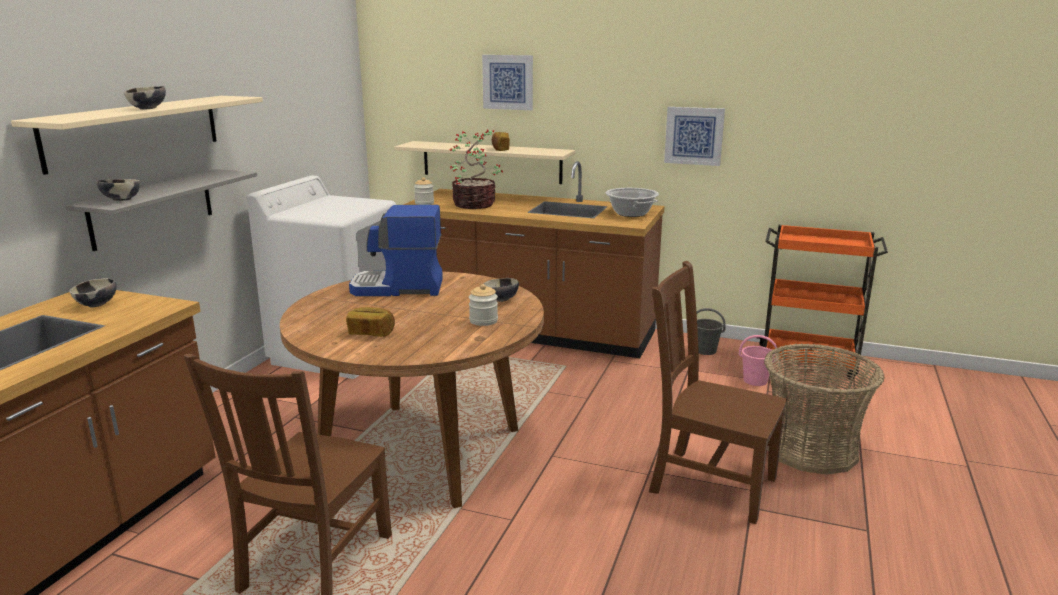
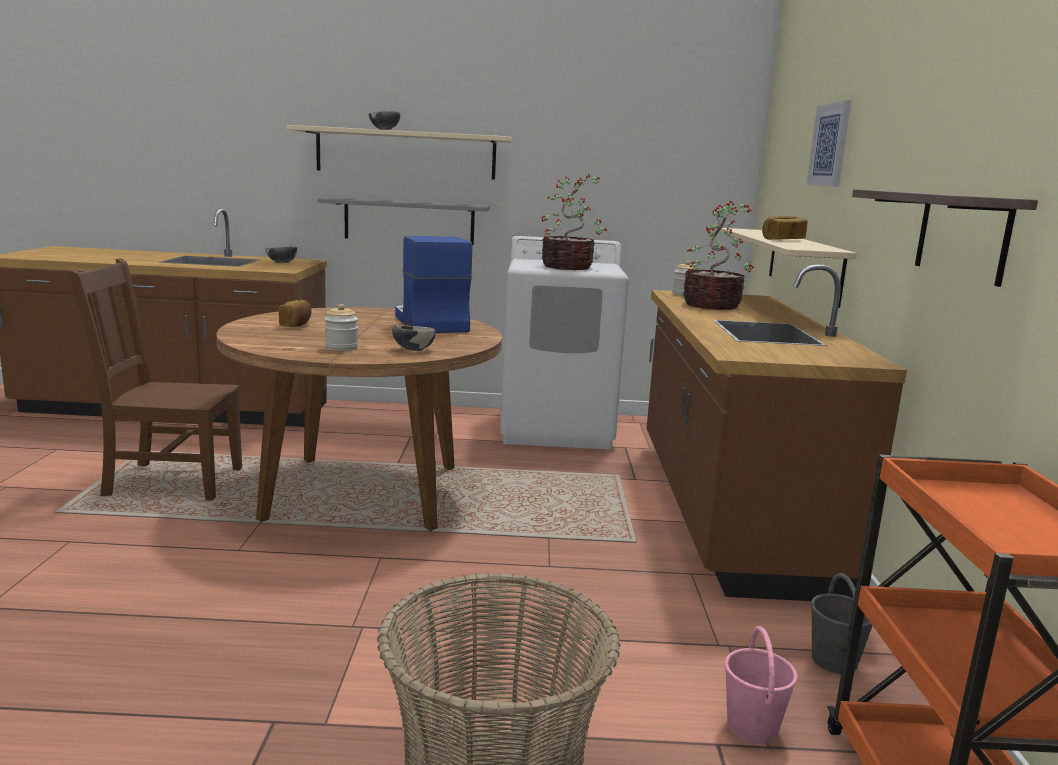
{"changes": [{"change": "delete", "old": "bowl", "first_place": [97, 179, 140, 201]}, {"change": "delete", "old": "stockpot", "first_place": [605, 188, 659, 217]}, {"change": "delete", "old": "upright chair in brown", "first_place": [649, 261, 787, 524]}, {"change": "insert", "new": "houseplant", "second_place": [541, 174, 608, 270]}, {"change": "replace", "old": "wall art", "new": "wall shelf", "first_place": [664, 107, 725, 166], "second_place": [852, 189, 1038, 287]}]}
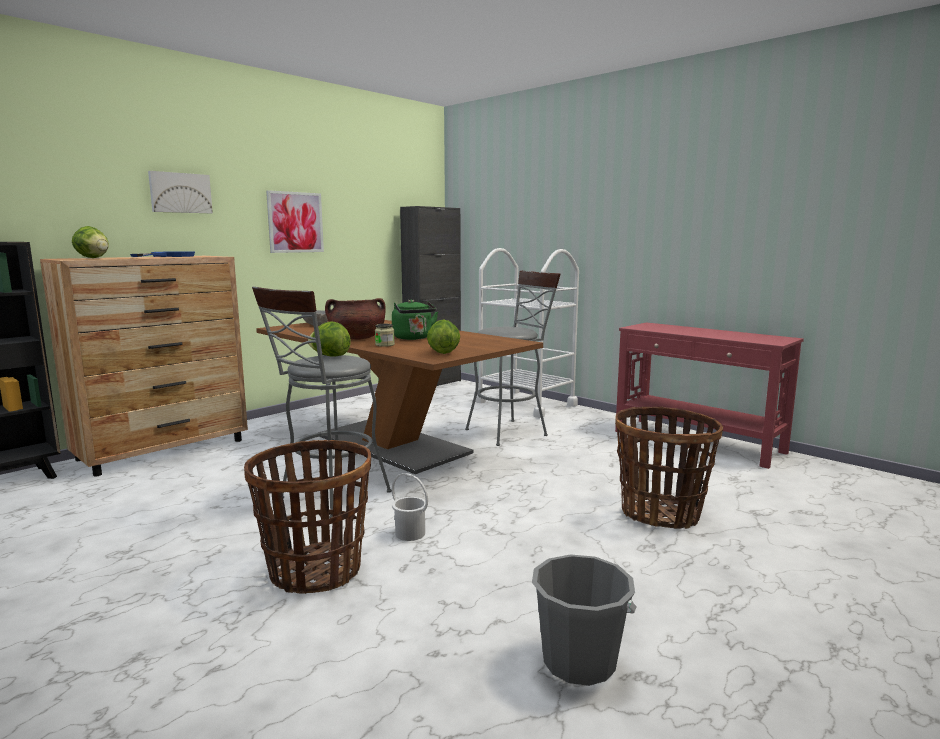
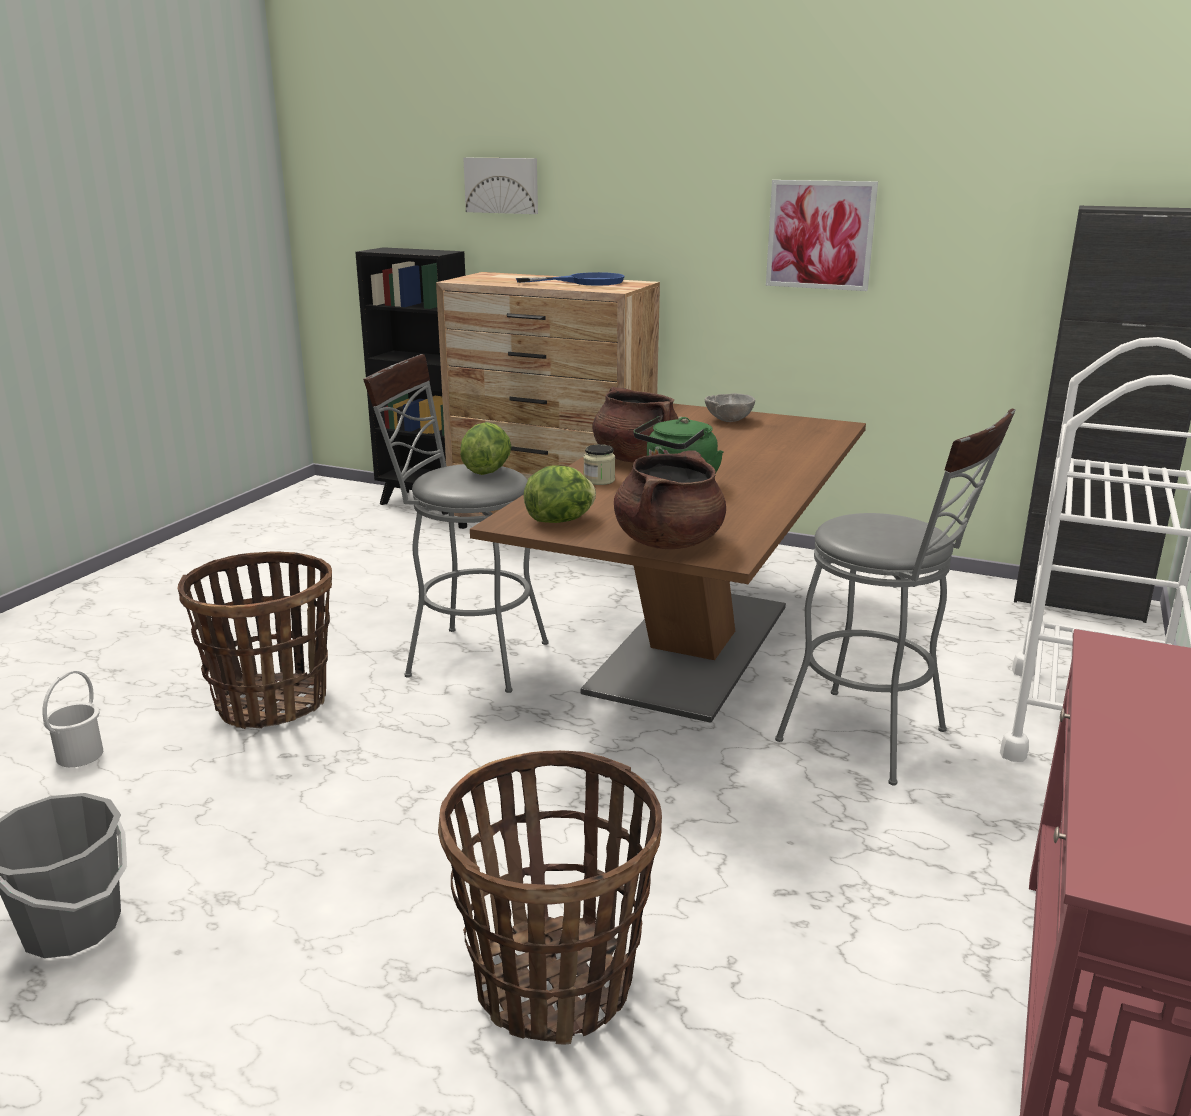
{"changes": [{"change": "delete", "old": "head of lettuce", "first_place": [72, 226, 109, 258]}, {"change": "insert", "new": "stockpot in brown", "second_place": [614, 450, 726, 549]}, {"change": "move", "old": "wall art", "first_place": [148, 171, 213, 213], "second_place": [463, 158, 538, 214]}, {"change": "move", "old": "pail in whitish", "first_place": [392, 473, 428, 541], "second_place": [42, 671, 103, 767]}]}
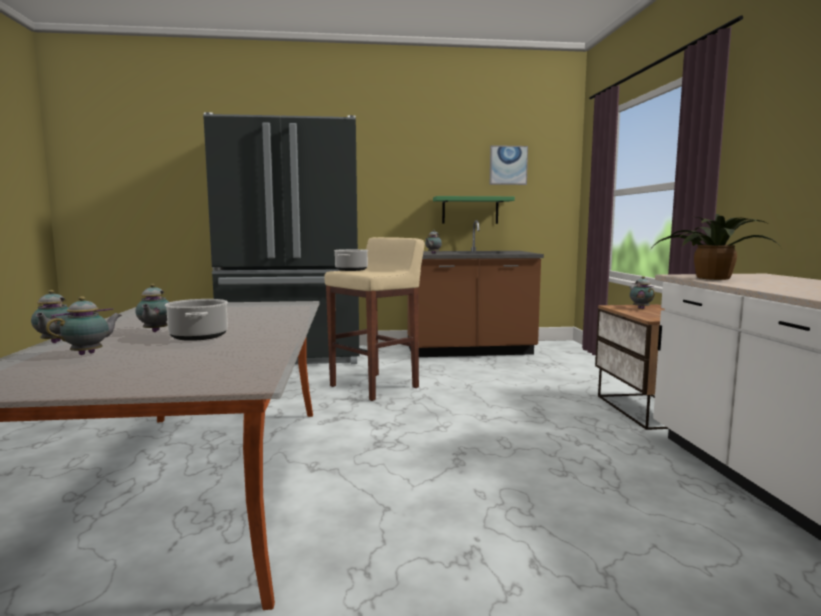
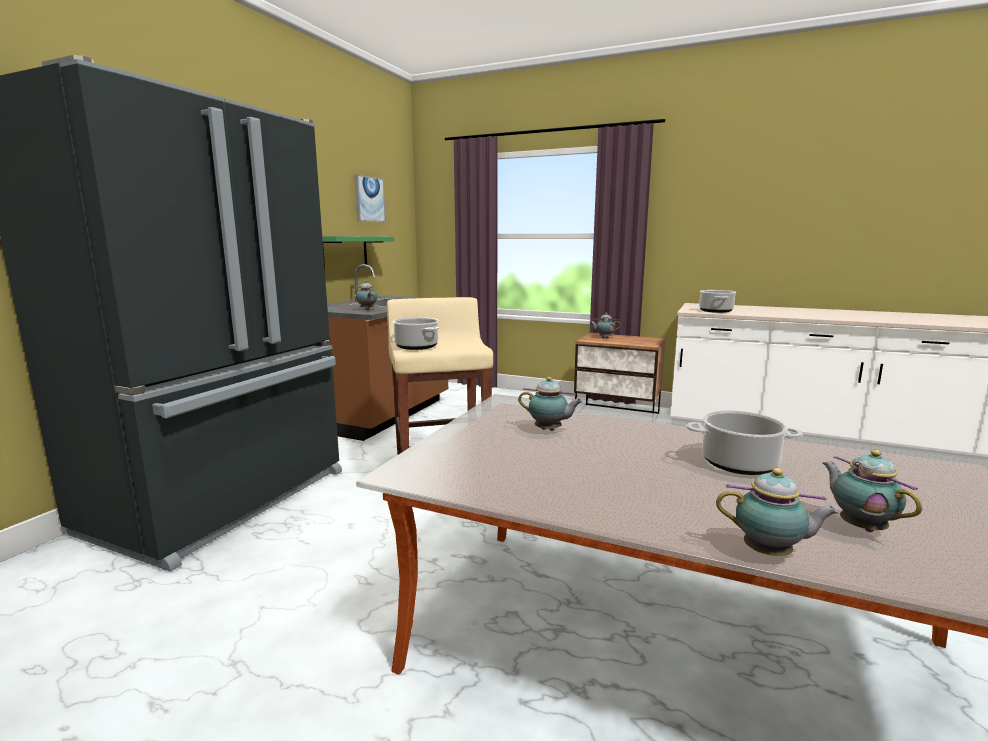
{"changes": [{"change": "move", "old": "teapot", "first_place": [136, 284, 169, 332], "second_place": [518, 377, 583, 431]}, {"change": "replace", "old": "houseplant", "new": "stockpot", "first_place": [650, 214, 781, 280], "second_place": [699, 290, 736, 313]}]}
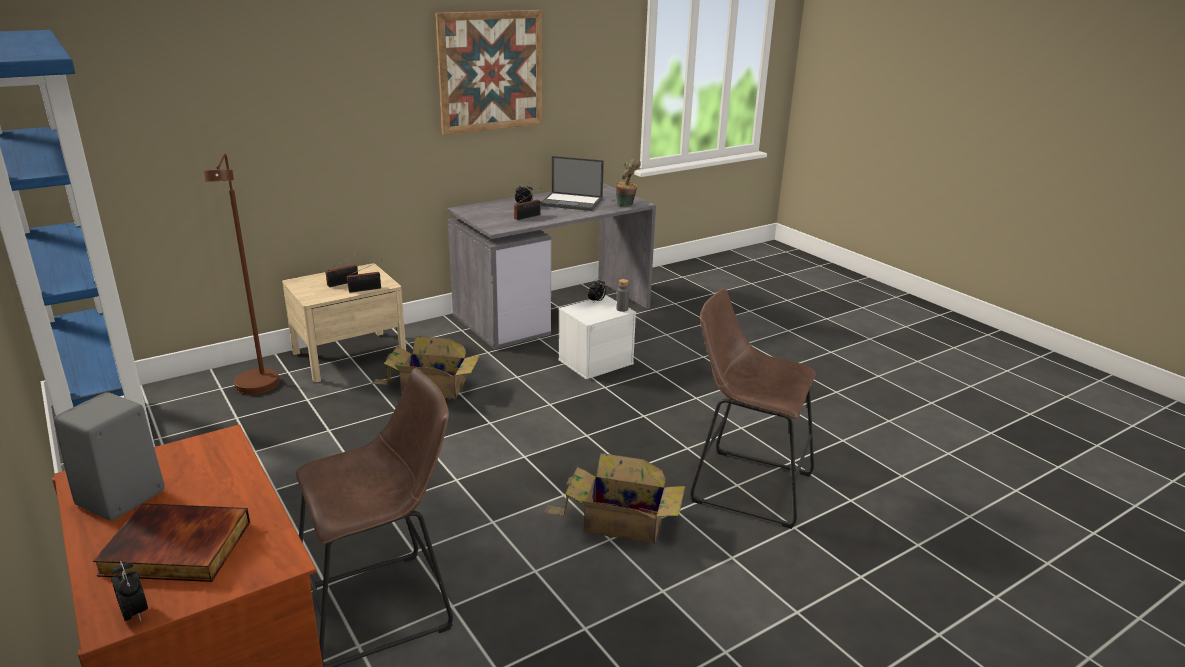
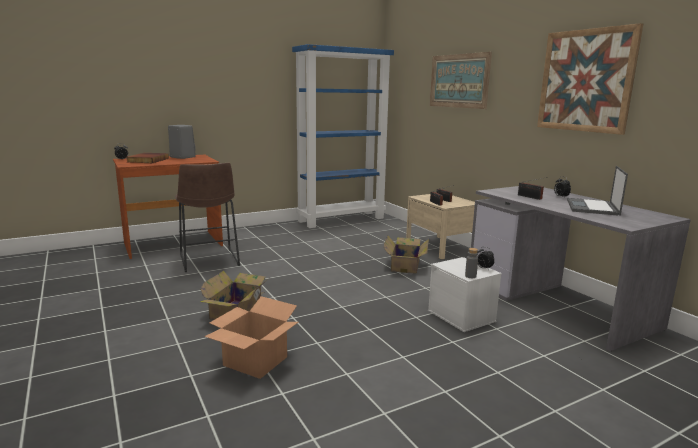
{"changes": [{"change": "delete", "old": "floor lamp in brown", "first_place": [204, 153, 279, 395]}, {"change": "delete", "old": "houseplant", "first_place": [616, 159, 641, 207]}, {"change": "insert", "new": "wall art", "second_place": [430, 52, 492, 109]}, {"change": "replace", "old": "stool in brown", "new": "carton", "first_place": [691, 288, 816, 529], "second_place": [205, 296, 298, 379]}]}
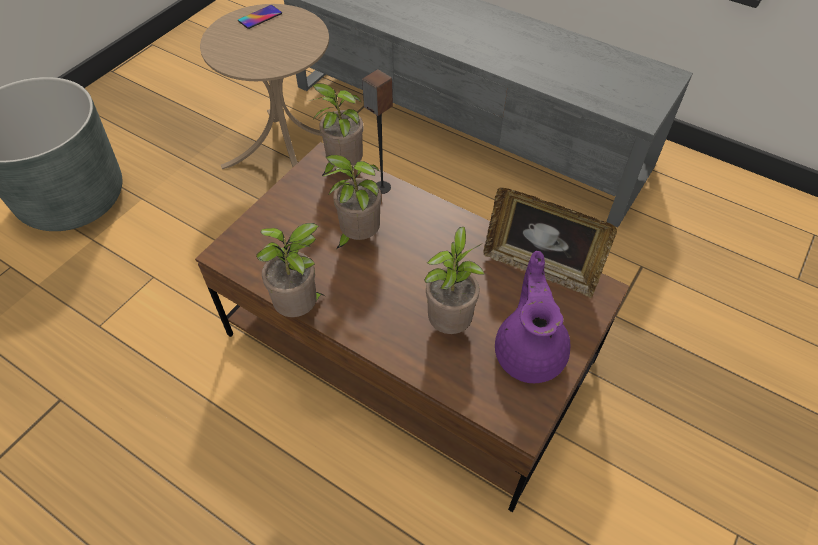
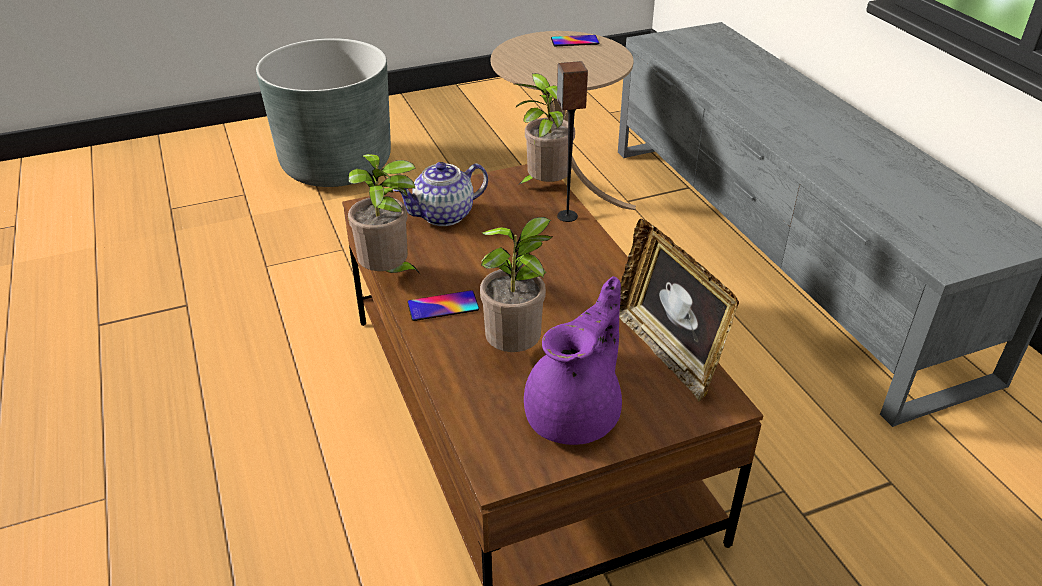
{"changes": [{"change": "delete", "old": "houseplant", "first_place": [322, 155, 382, 249]}, {"change": "insert", "new": "teapot", "second_place": [393, 162, 488, 226]}, {"change": "insert", "new": "phone", "second_place": [407, 290, 479, 321]}]}
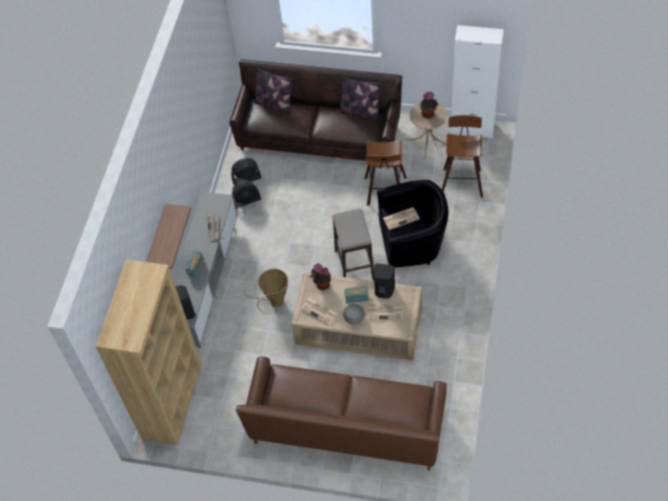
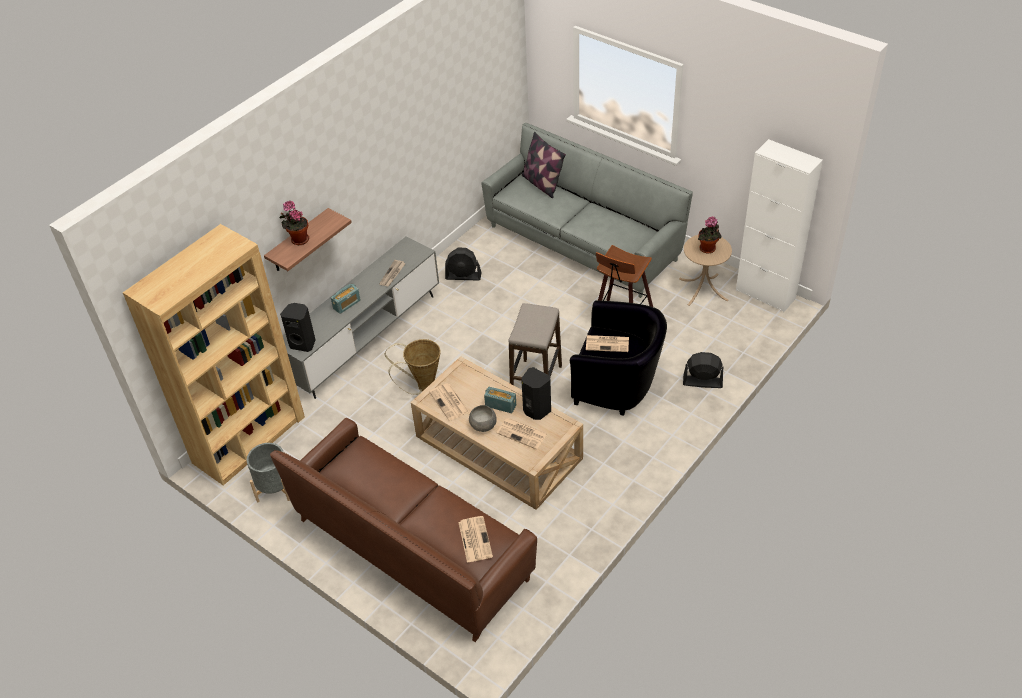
{"changes": [{"change": "delete", "old": "pillow", "first_place": [339, 76, 381, 119]}, {"change": "delete", "old": "stool", "first_place": [442, 115, 483, 197]}, {"change": "insert", "new": "plant pot in gray", "second_place": [247, 443, 290, 502]}, {"change": "insert", "new": "newspaper", "second_place": [458, 516, 493, 563]}, {"change": "move", "old": "cooling fan in black", "first_place": [231, 158, 262, 185], "second_place": [683, 352, 724, 388]}, {"change": "move", "old": "houseplant", "first_place": [310, 263, 331, 290], "second_place": [280, 201, 309, 245]}, {"change": "recolor", "old": "settee in brown", "new": "settee in gray", "first_place": [229, 59, 402, 161], "second_place": [481, 123, 693, 298]}]}
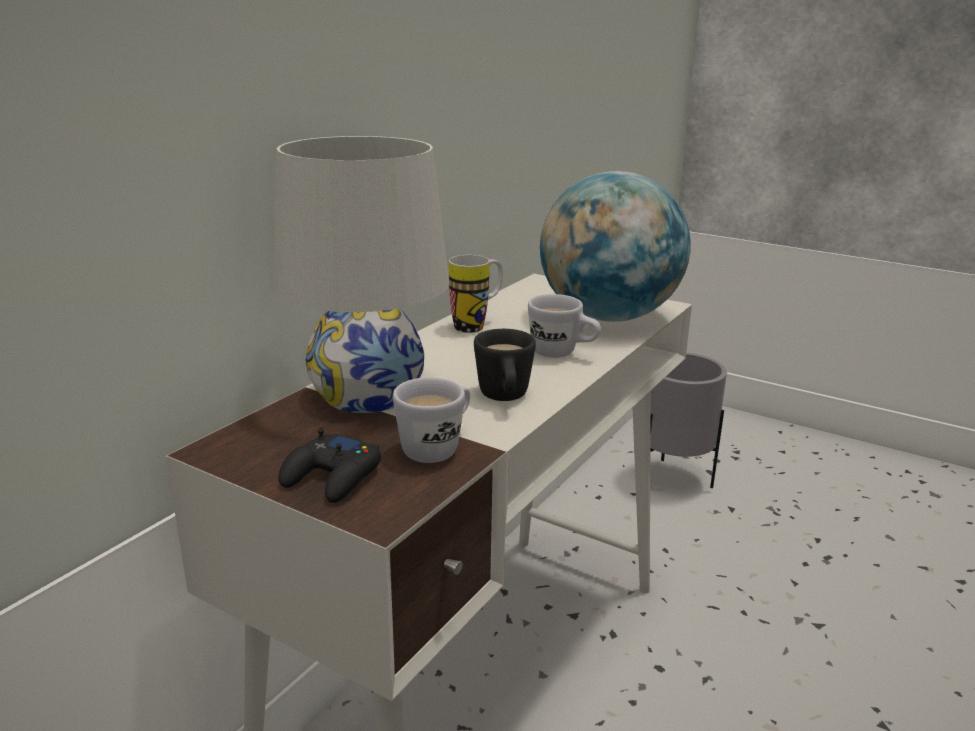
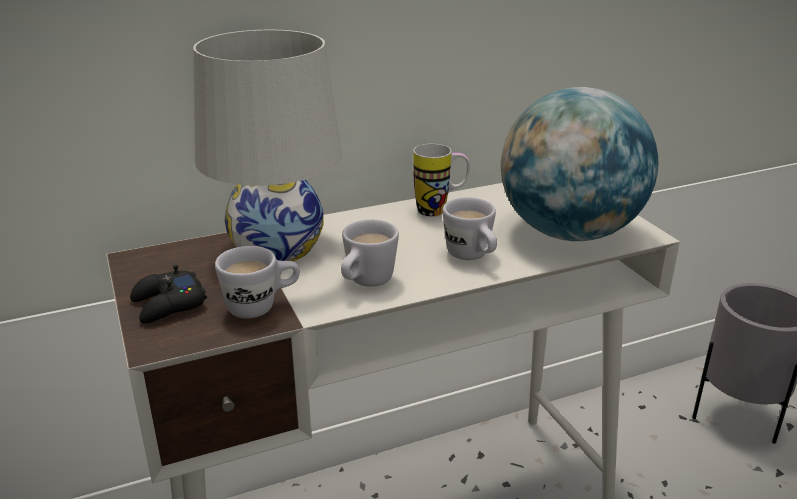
{"changes": [{"change": "recolor", "old": "mug in black", "new": "mug in whitish", "first_place": [474, 329, 536, 401], "second_place": [341, 219, 399, 287]}]}
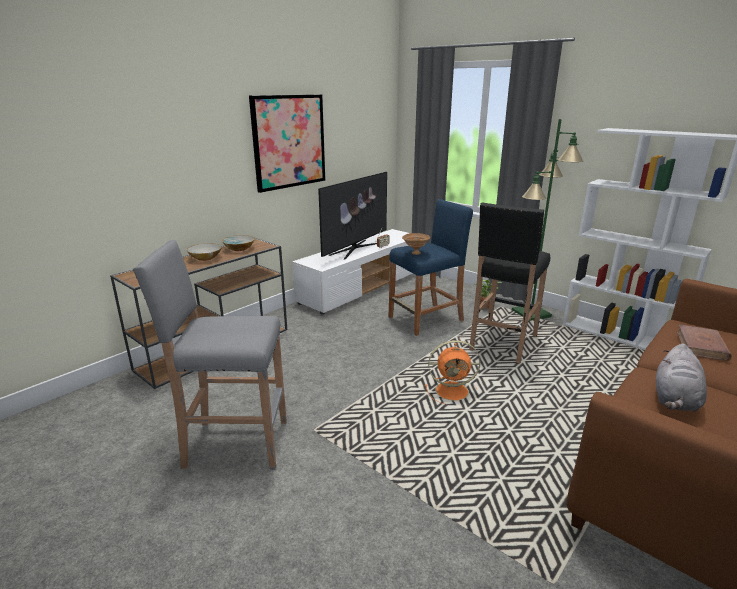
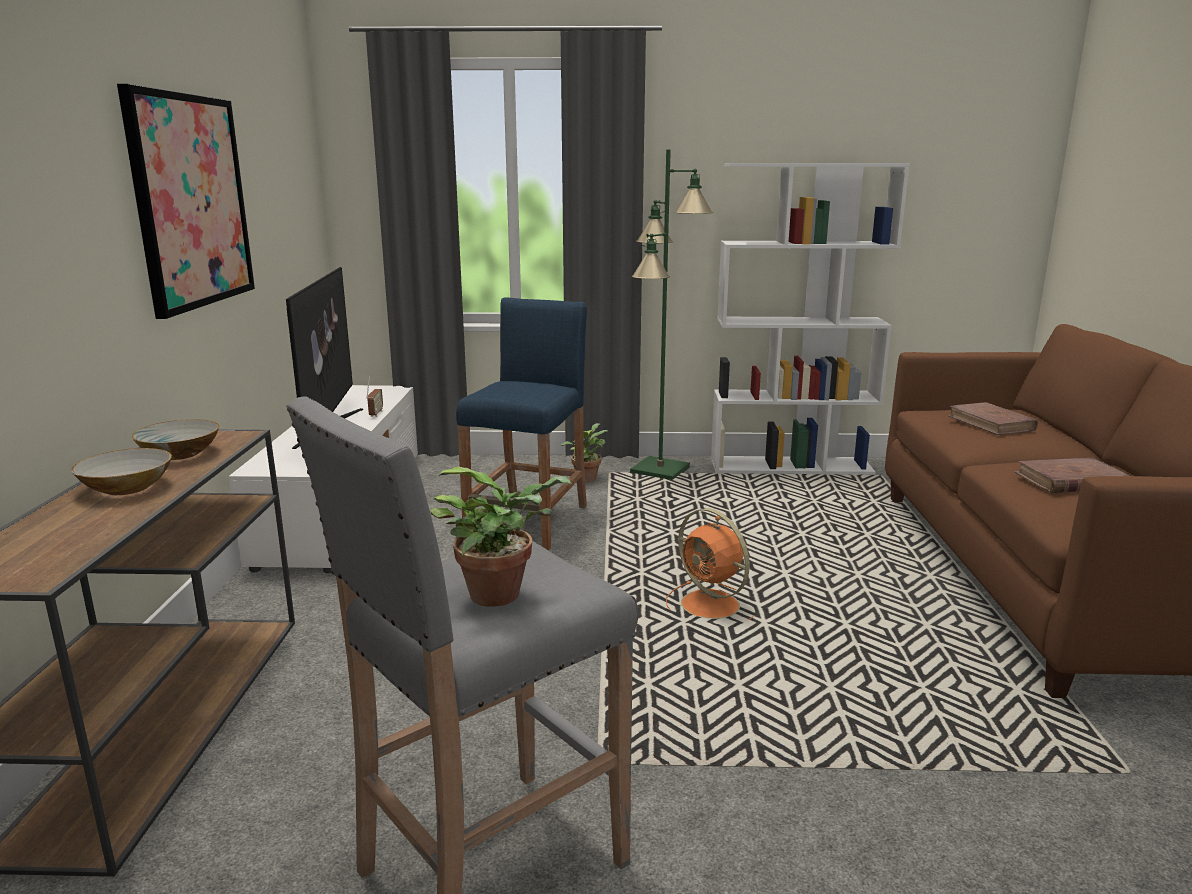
{"changes": [{"change": "delete", "old": "bowl in brown", "first_place": [402, 233, 430, 255]}, {"change": "delete", "old": "stool in black", "first_place": [469, 202, 550, 363]}, {"change": "insert", "new": "houseplant", "second_place": [430, 466, 571, 607]}, {"change": "replace", "old": "plush toy in gray", "new": "book in brown", "first_place": [656, 344, 707, 412], "second_place": [1015, 458, 1130, 493]}, {"change": "rotate", "old": "cooling fan in orangey", "first_place": [425, 340, 481, 404], "second_place": [666, 508, 754, 620], "degrees": 90}]}
